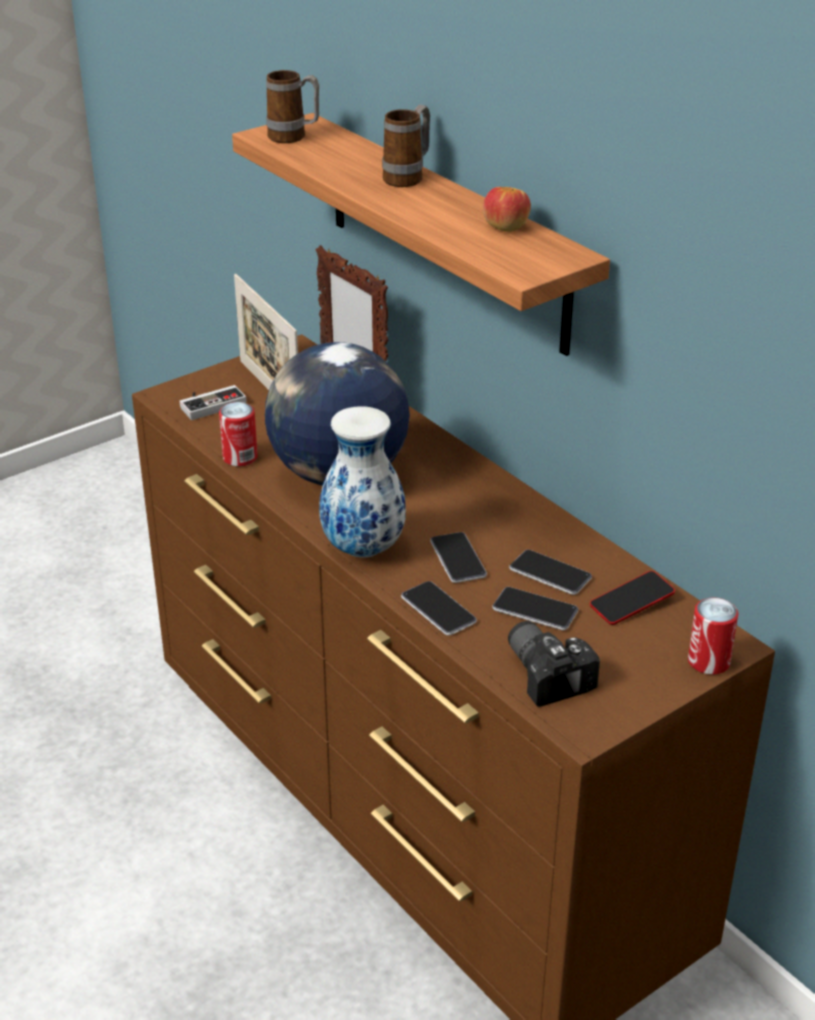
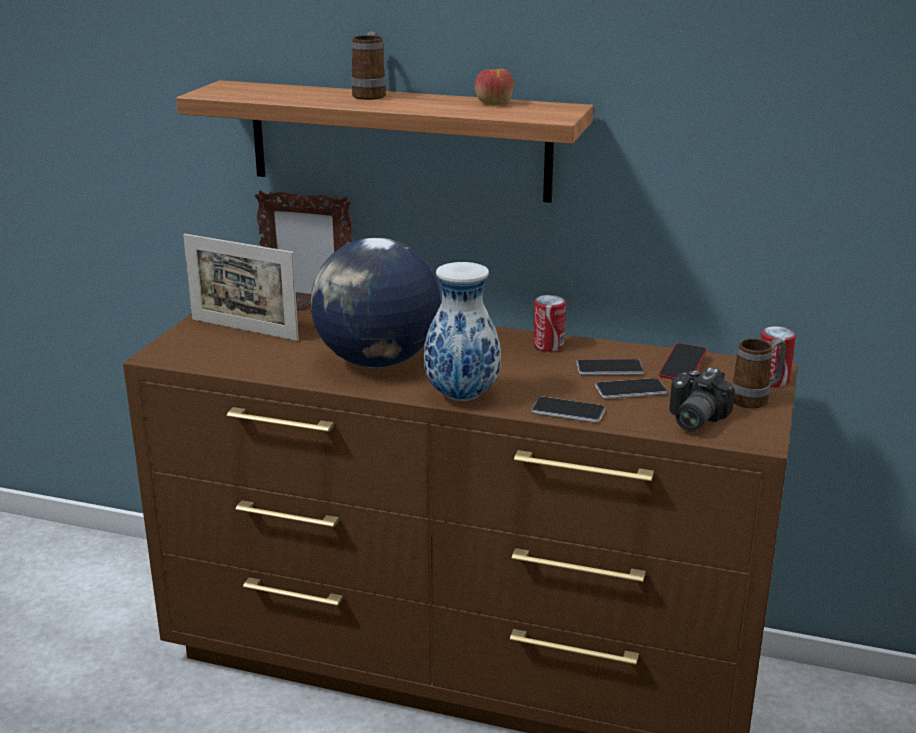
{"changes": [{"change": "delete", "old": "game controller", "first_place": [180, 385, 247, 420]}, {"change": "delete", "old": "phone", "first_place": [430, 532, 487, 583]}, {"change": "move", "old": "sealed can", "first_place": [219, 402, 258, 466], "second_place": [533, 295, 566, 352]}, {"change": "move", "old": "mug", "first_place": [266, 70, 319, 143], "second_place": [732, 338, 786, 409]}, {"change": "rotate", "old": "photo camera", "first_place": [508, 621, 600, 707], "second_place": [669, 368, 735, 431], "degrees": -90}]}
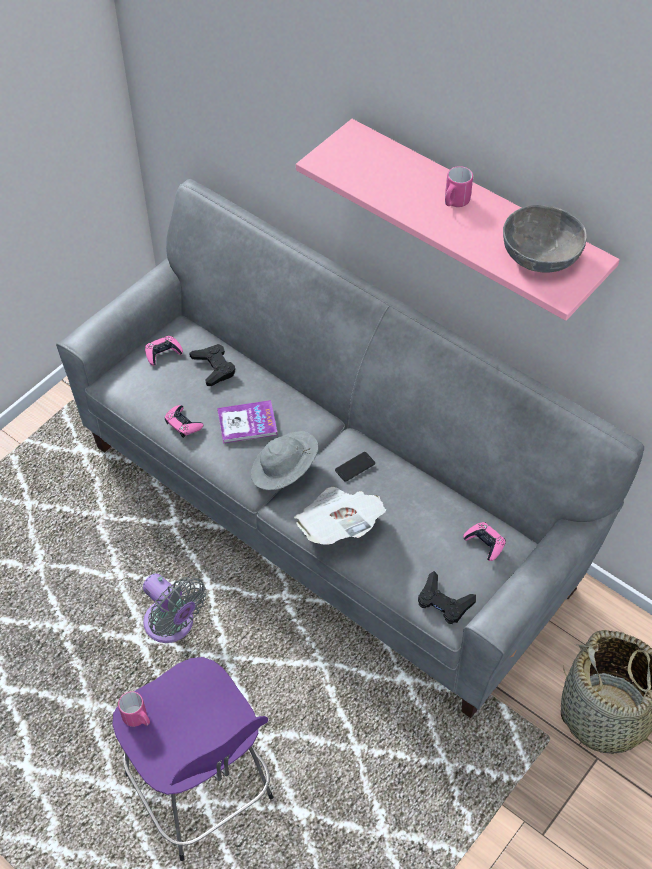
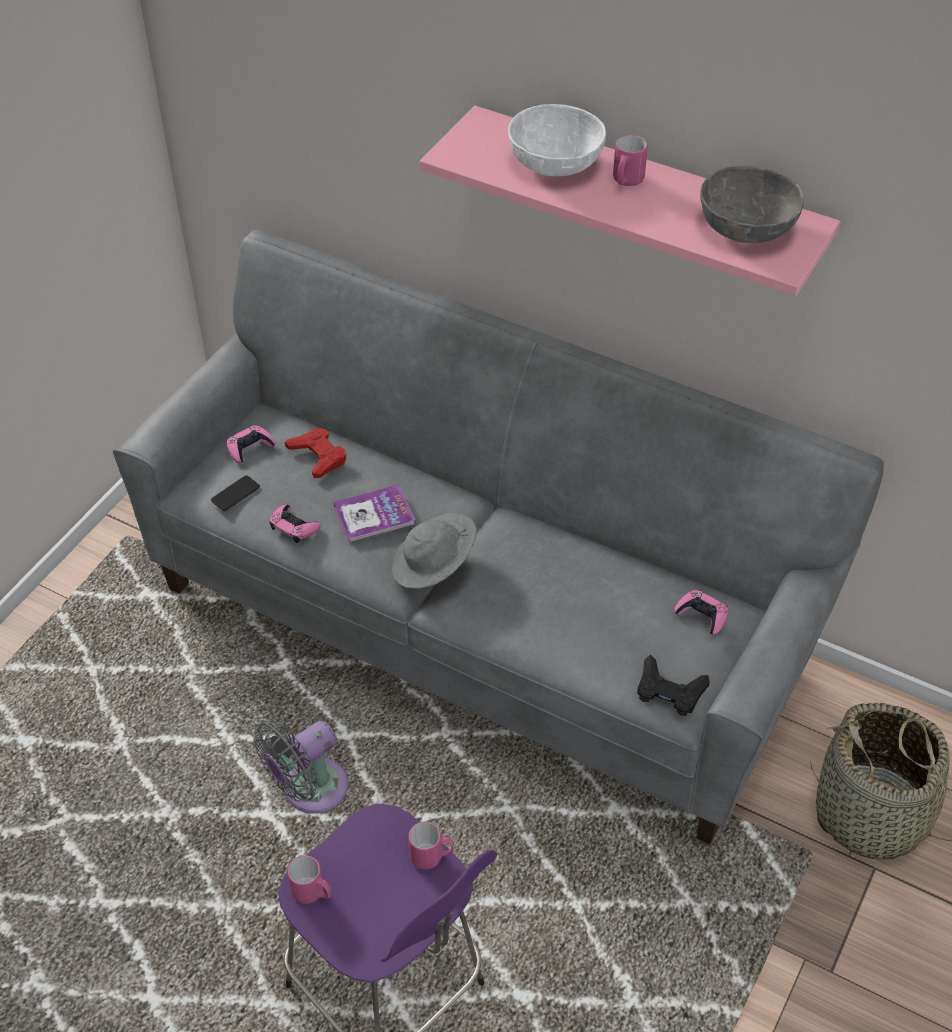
{"changes": [{"change": "delete", "old": "newspaper", "first_place": [294, 487, 386, 545]}, {"change": "insert", "new": "mug in pink-coloured", "second_place": [408, 822, 454, 869]}, {"change": "insert", "new": "bowl in whitish", "second_place": [508, 104, 606, 176]}, {"change": "move", "old": "phone", "first_place": [335, 452, 375, 482], "second_place": [211, 475, 260, 511]}, {"change": "recolor", "old": "game controller in black", "new": "game controller in red-coloured", "first_place": [189, 344, 235, 386], "second_place": [285, 427, 346, 478]}, {"change": "rotate", "old": "cooling fan in gray", "first_place": [143, 574, 207, 643], "second_place": [253, 721, 349, 814], "degrees": 105}]}
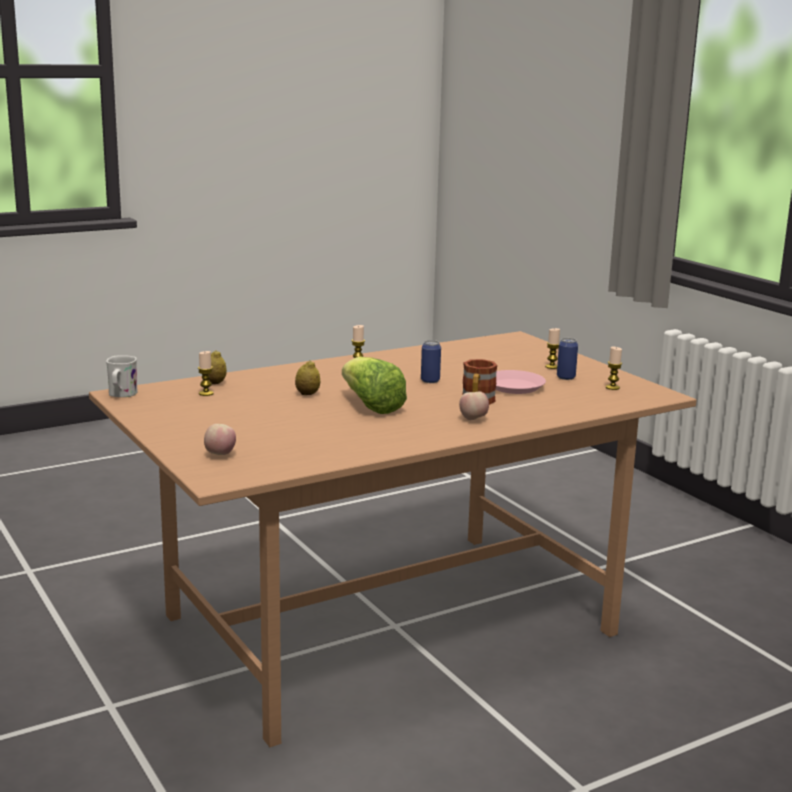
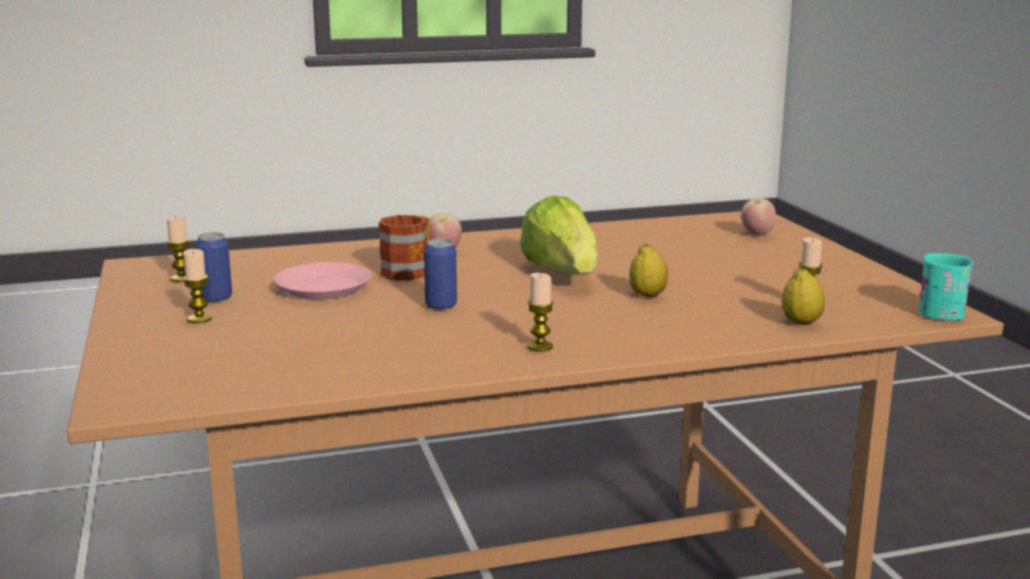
{"changes": [{"change": "recolor", "old": "mug in whitish", "new": "mug in turquoise-coloured", "first_place": [106, 355, 138, 397], "second_place": [919, 253, 973, 321]}]}
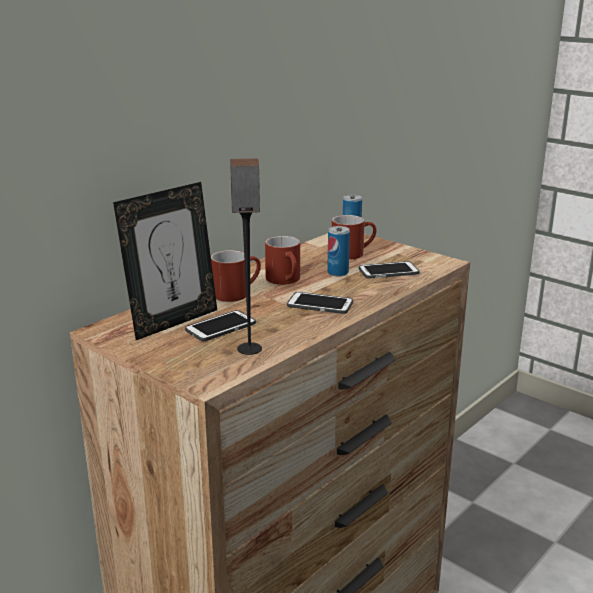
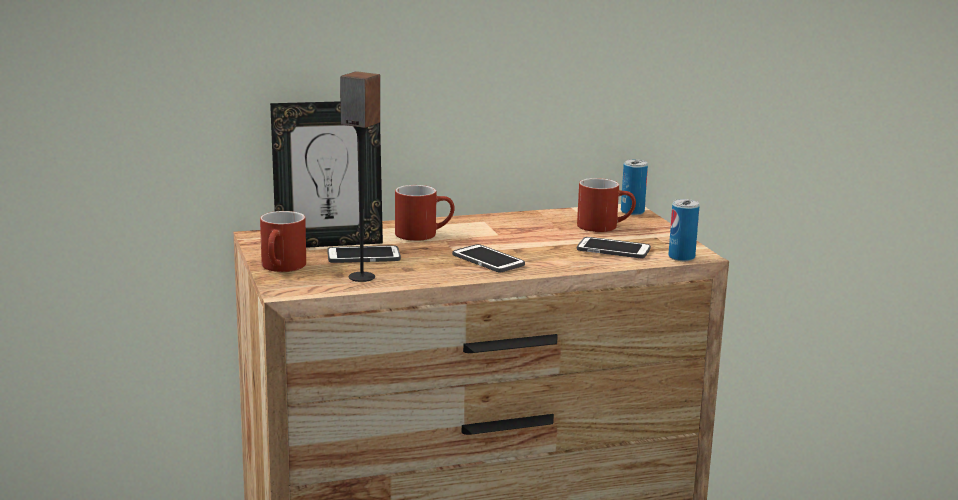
{"changes": [{"change": "move", "old": "mug in red-coloured", "first_place": [265, 236, 300, 285], "second_place": [260, 211, 306, 272]}, {"change": "move", "old": "sealed can", "first_place": [327, 226, 350, 276], "second_place": [668, 199, 699, 261]}]}
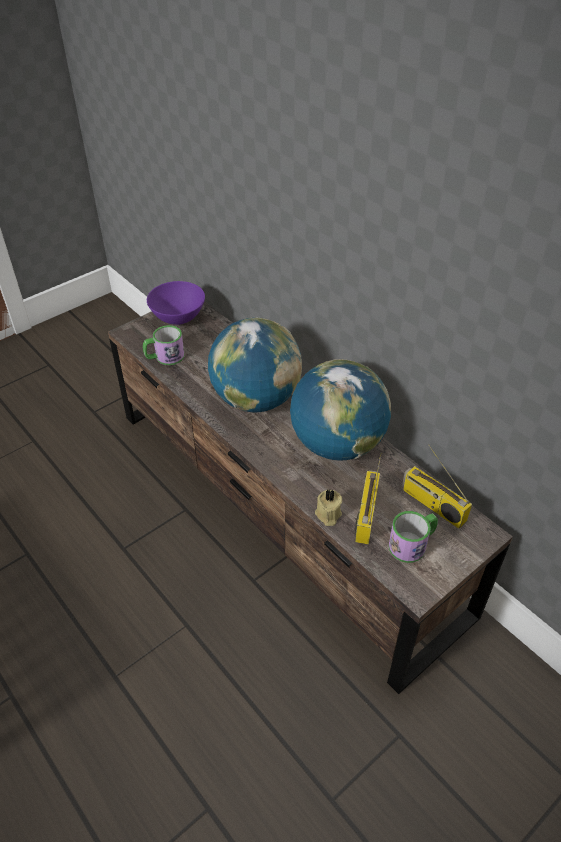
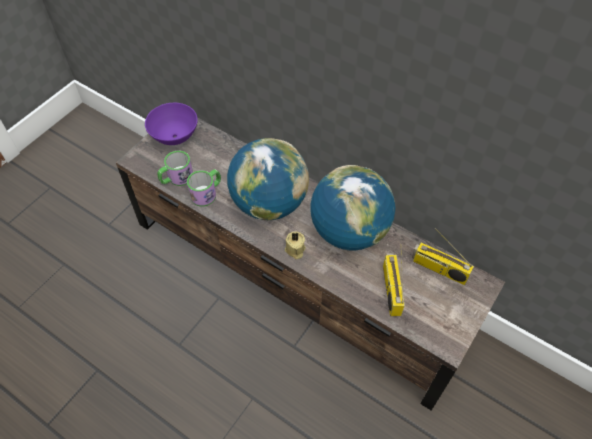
{"changes": [{"change": "move", "old": "wax candle in beige-coloured", "first_place": [315, 490, 342, 526], "second_place": [285, 232, 306, 259]}, {"change": "move", "old": "mug", "first_place": [389, 511, 438, 563], "second_place": [187, 169, 221, 207]}]}
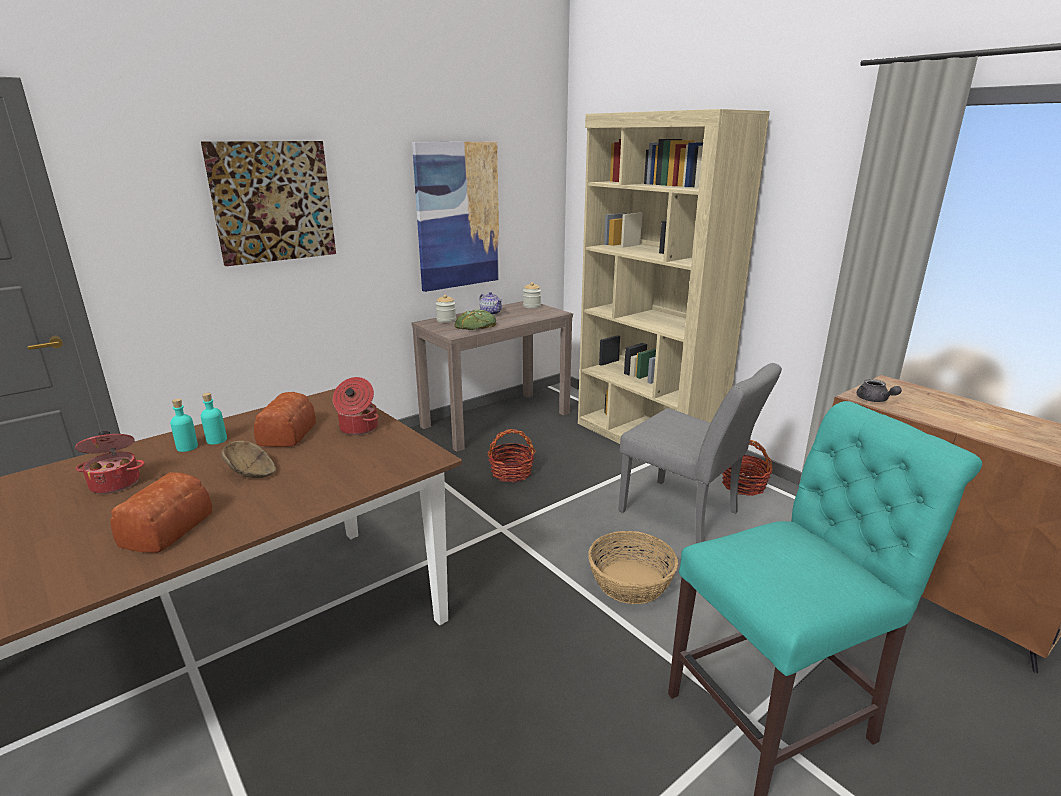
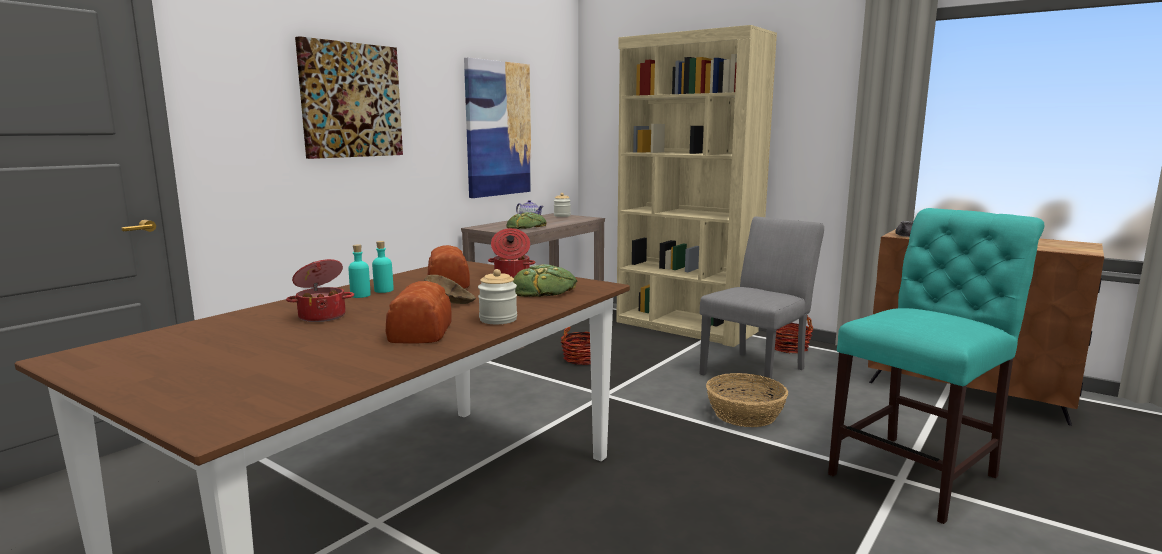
{"changes": [{"change": "insert", "new": "bakery bread", "second_place": [513, 264, 578, 297]}, {"change": "move", "old": "jar", "first_place": [436, 294, 456, 323], "second_place": [478, 269, 517, 324]}, {"change": "rotate", "old": "upright chair in gray", "first_place": [618, 363, 782, 543], "second_place": [700, 217, 824, 393], "degrees": -75}]}
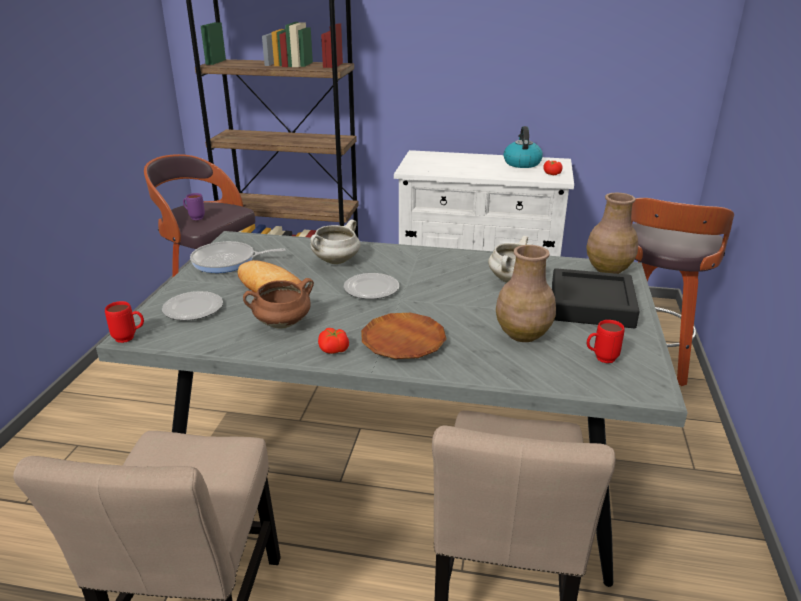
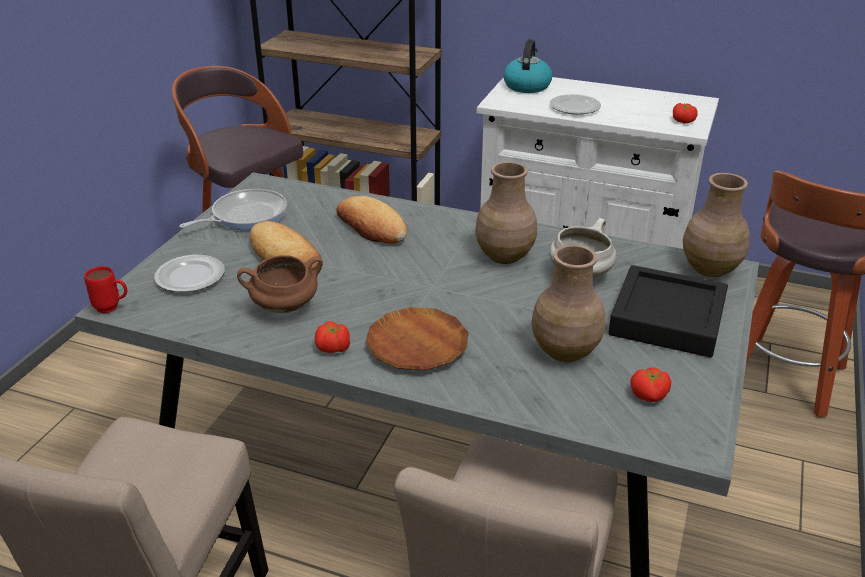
{"changes": [{"change": "delete", "old": "mug in purple-coloured", "first_place": [183, 193, 205, 220]}, {"change": "insert", "new": "decorative vase in brown", "second_place": [475, 162, 537, 264]}, {"change": "move", "old": "flat dish", "first_place": [344, 273, 399, 299], "second_place": [550, 94, 601, 115]}, {"change": "move", "old": "kettle", "first_place": [504, 126, 543, 168], "second_place": [503, 39, 552, 93]}, {"change": "replace", "old": "stockpot in whitish", "new": "bakery bread", "first_place": [310, 220, 360, 264], "second_place": [337, 196, 407, 244]}, {"change": "replace", "old": "mug in red-coloured", "new": "fresh tomato", "first_place": [587, 320, 625, 363], "second_place": [630, 368, 671, 402]}, {"change": "rotate", "old": "skillet", "first_place": [190, 241, 285, 273], "second_place": [179, 189, 287, 230], "degrees": 135}]}
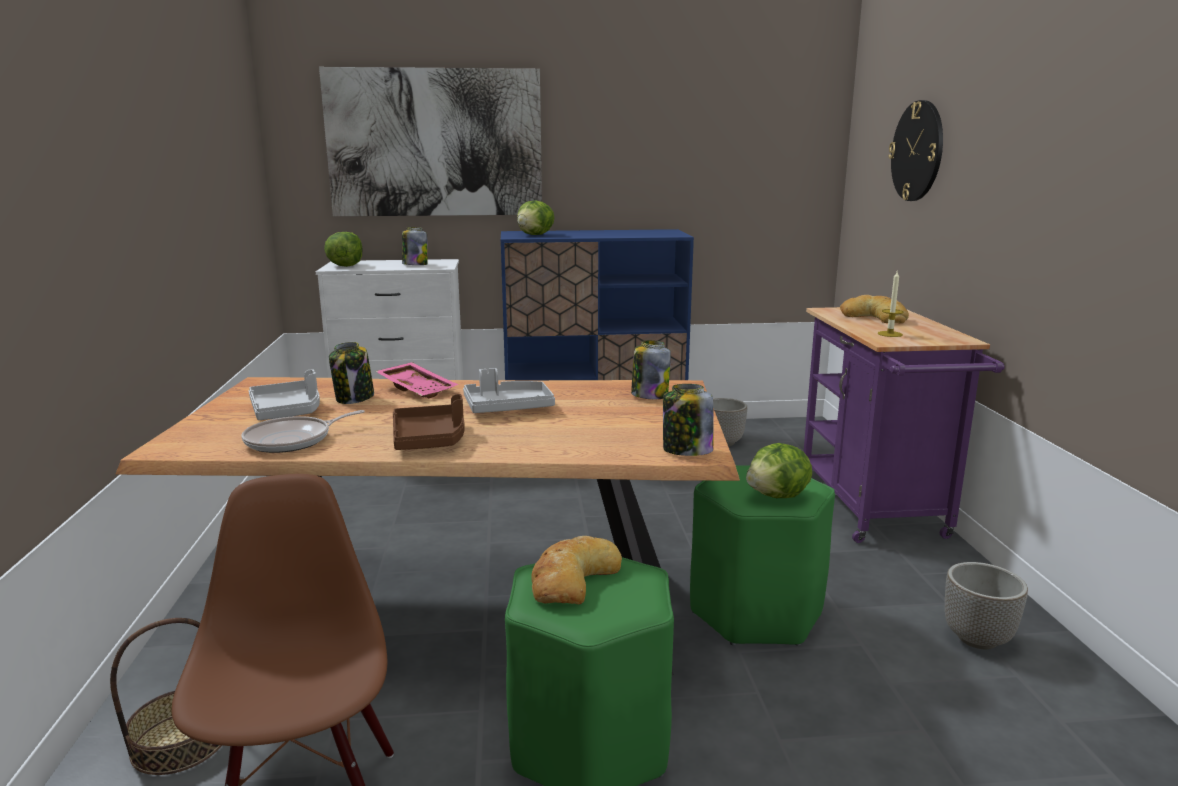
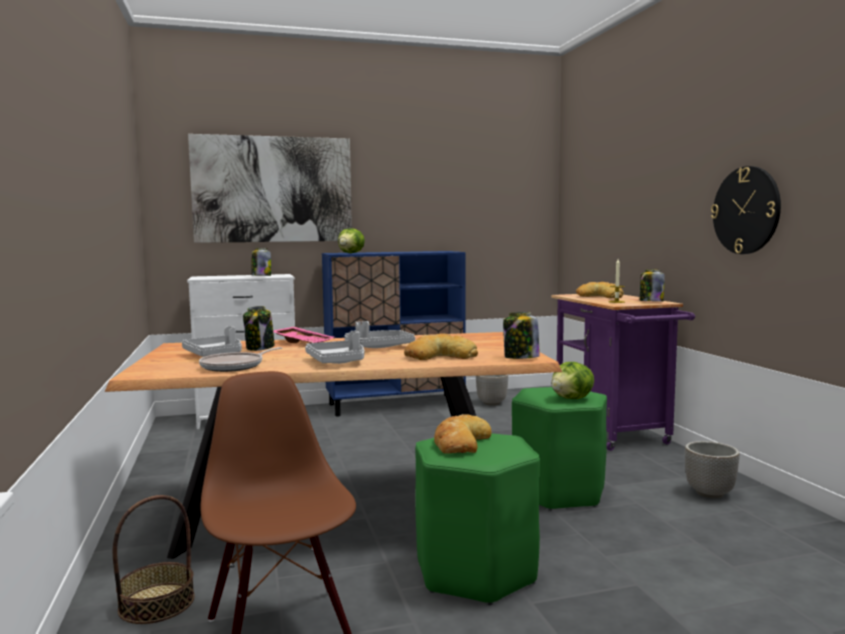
{"changes": [{"change": "delete", "old": "head of lettuce", "first_place": [324, 232, 362, 267]}, {"change": "insert", "new": "bakery bread", "second_place": [404, 333, 478, 360]}, {"change": "move", "old": "jar", "first_place": [631, 340, 671, 399], "second_place": [640, 270, 665, 302]}, {"change": "move", "old": "wall clock", "first_place": [888, 100, 943, 201], "second_place": [711, 166, 781, 254]}, {"change": "recolor", "old": "carrying tray in brown", "new": "carrying tray in gray", "first_place": [393, 394, 464, 450], "second_place": [305, 331, 364, 364]}]}
